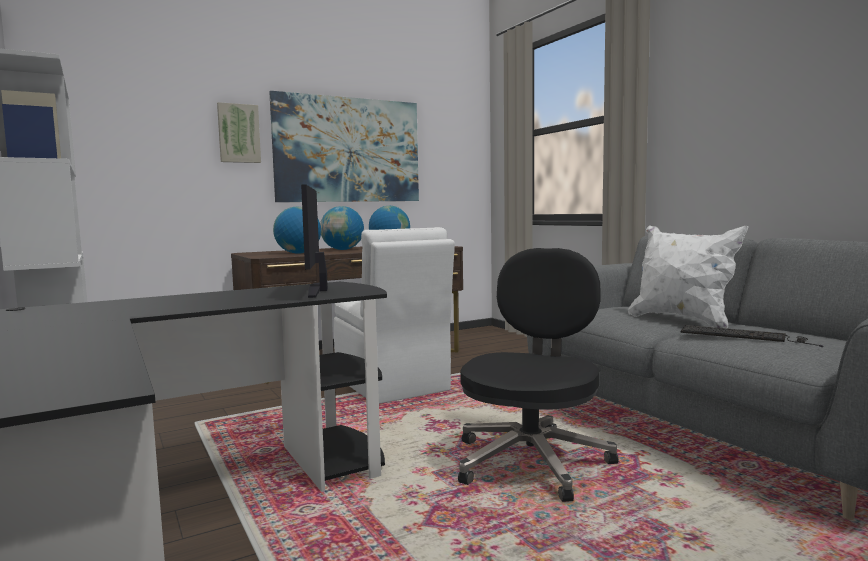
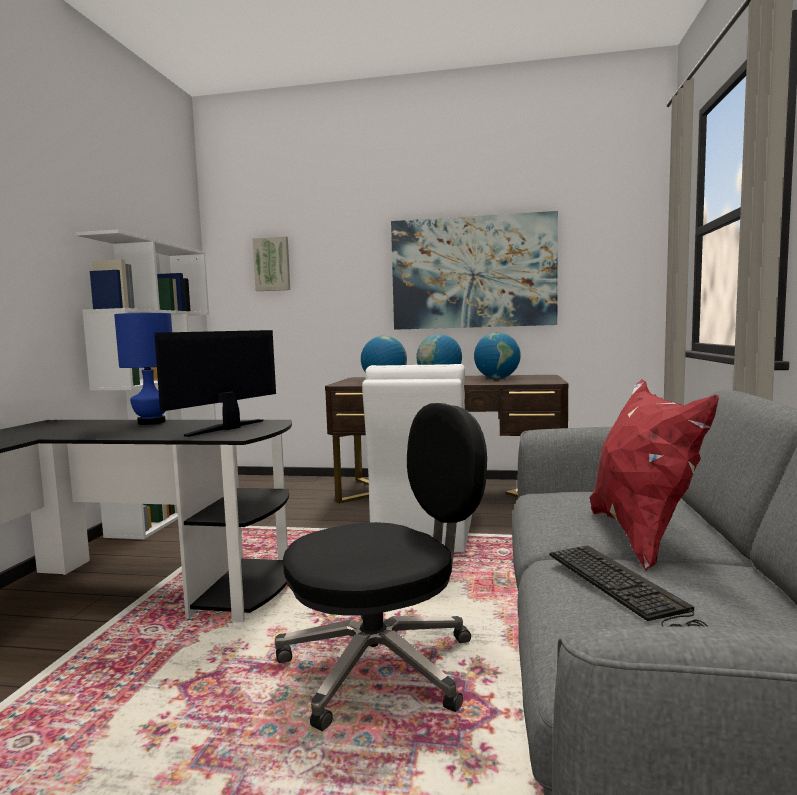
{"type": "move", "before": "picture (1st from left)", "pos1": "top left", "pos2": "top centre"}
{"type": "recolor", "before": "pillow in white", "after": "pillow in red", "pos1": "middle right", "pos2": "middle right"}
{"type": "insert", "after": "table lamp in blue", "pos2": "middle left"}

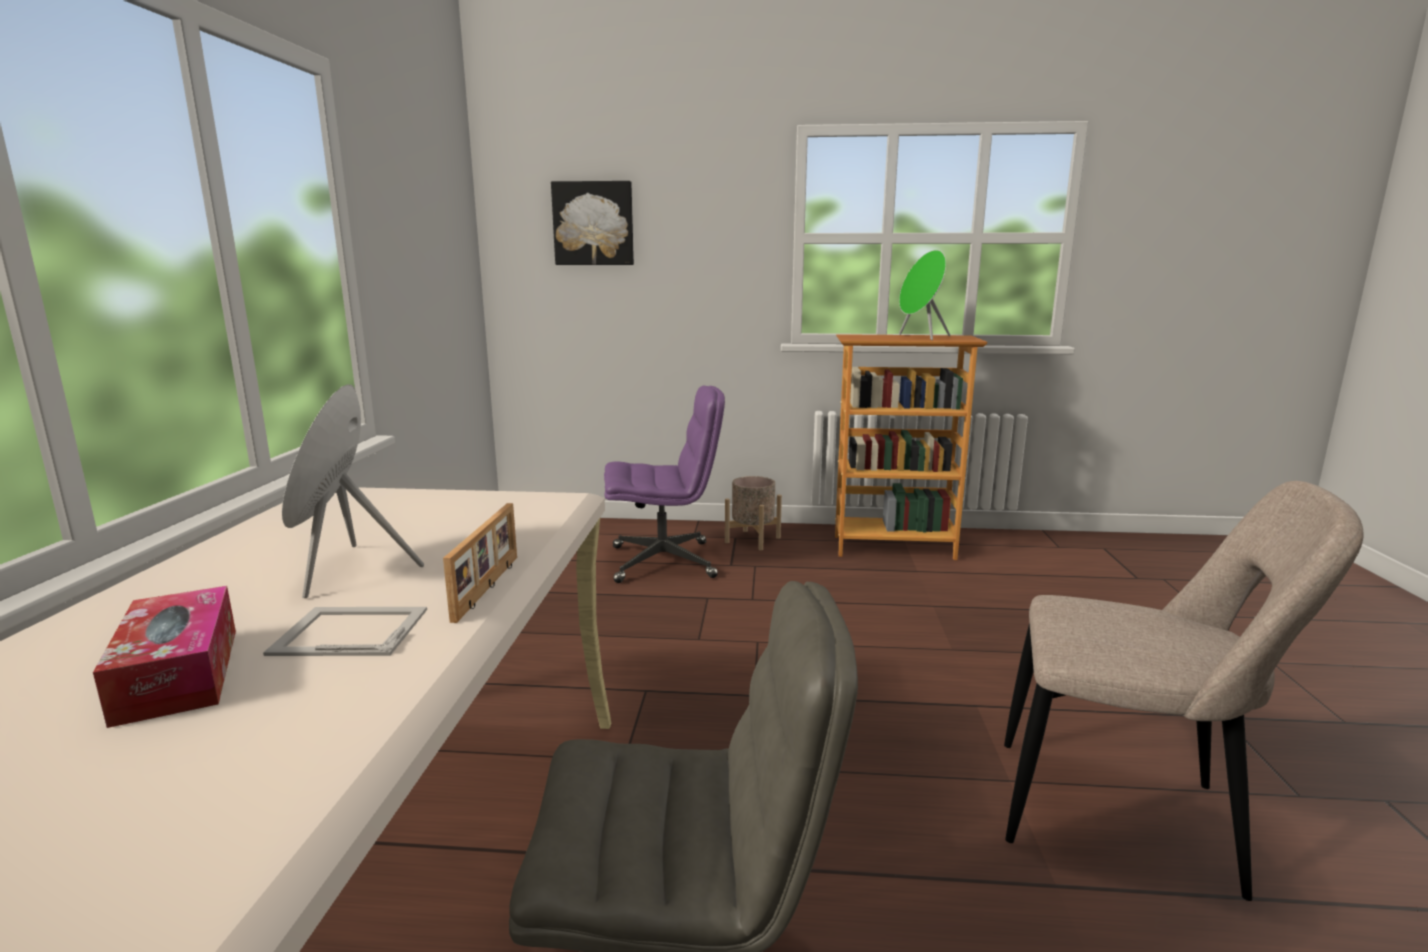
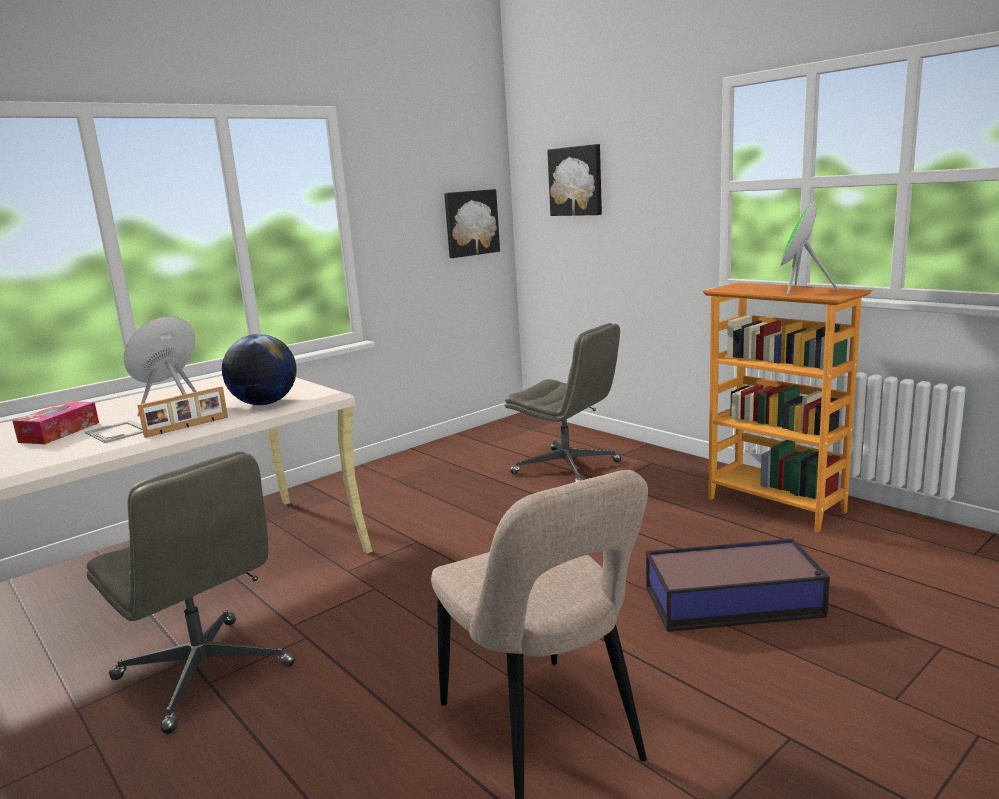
{"type": "recolor", "before": "office chair in purple", "after": "office chair in grey (2nd from left)", "pos1": "centre", "pos2": "centre"}
{"type": "delete", "before": "planter in beige", "pos1": "centre"}
{"type": "insert", "after": "globe", "pos2": "middle left"}
{"type": "insert", "after": "picture (1st from left)", "pos2": "top centre"}
{"type": "insert", "after": "storage box", "pos2": "bottom right"}

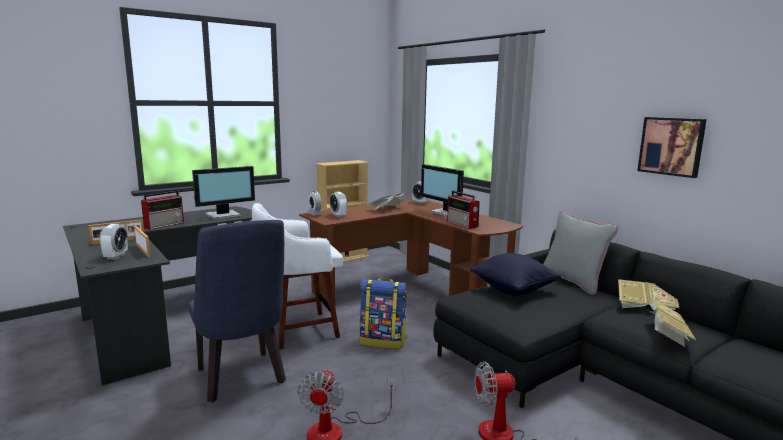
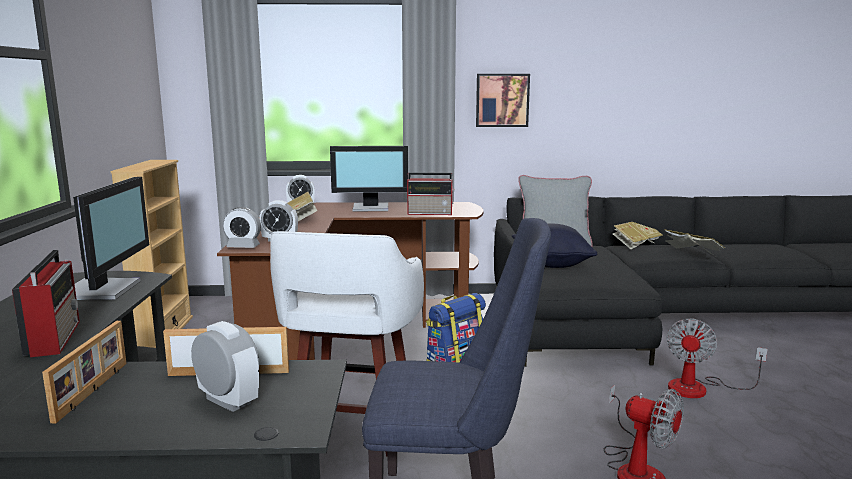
{"type": "move", "before": "picture", "pos1": "middle right", "pos2": "top centre"}

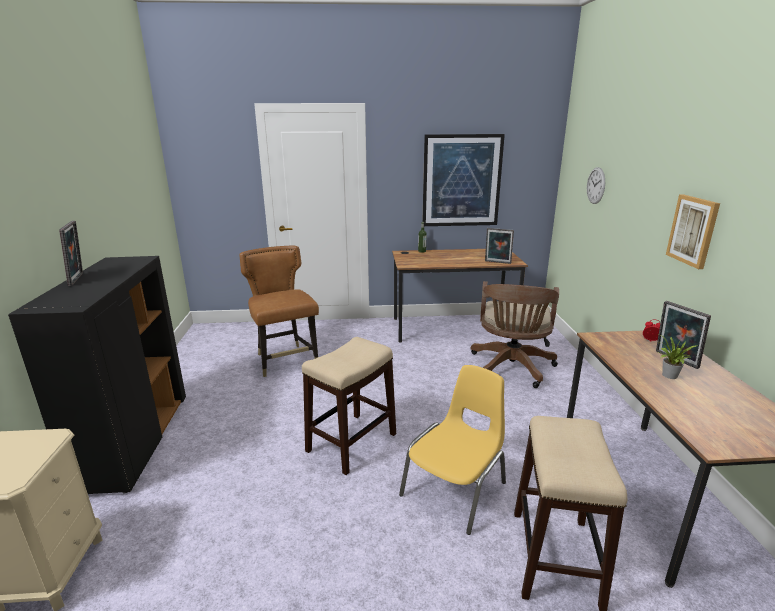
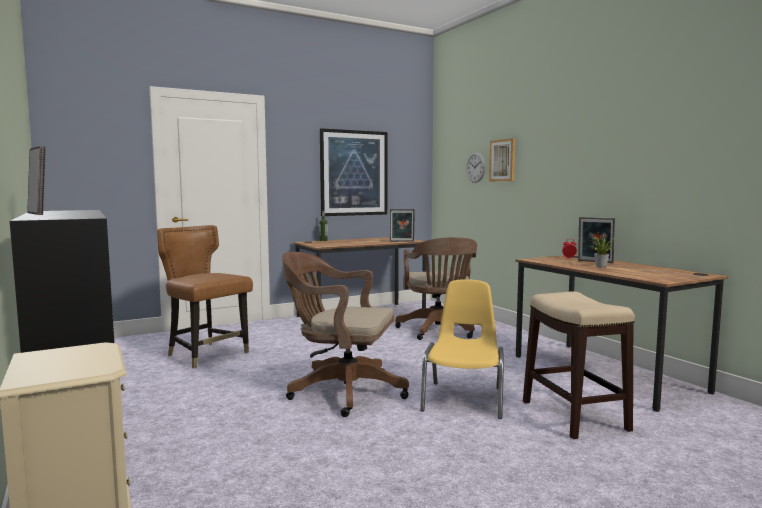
{"type": "replace", "before": "stool (1st from left)", "after": "office chair in brown (1st from left)", "pos1": "centre", "pos2": "centre"}
{"type": "move", "before": "picture (2nd from left)", "pos1": "middle right", "pos2": "top centre"}

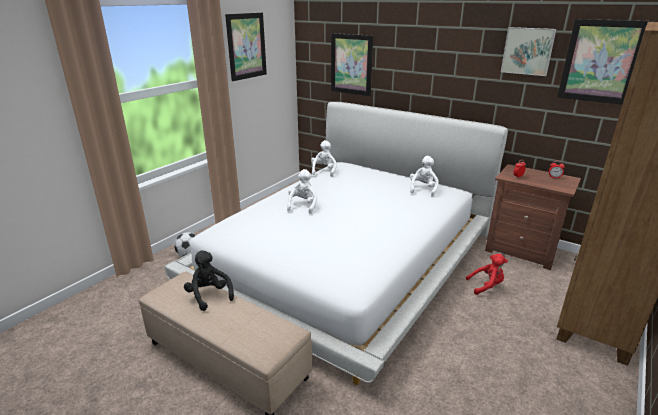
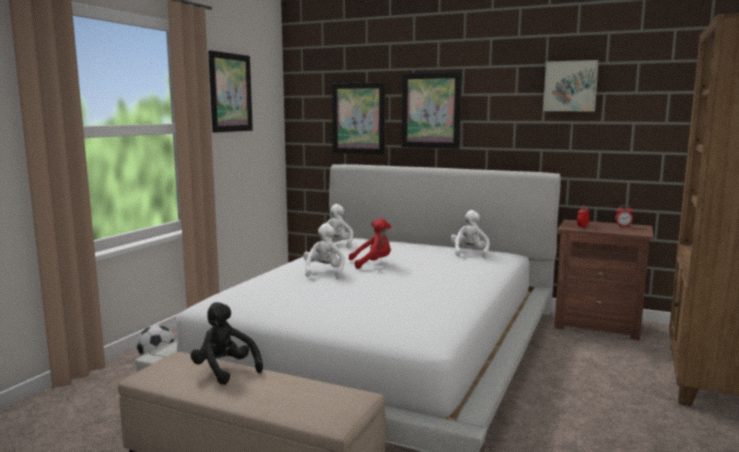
{"type": "move", "before": "plush toy in red", "pos1": "middle right", "pos2": "centre"}
{"type": "move", "before": "picture (4th from left in the first image)", "after": "picture (3rd from left)", "pos1": "top right", "pos2": "top centre"}

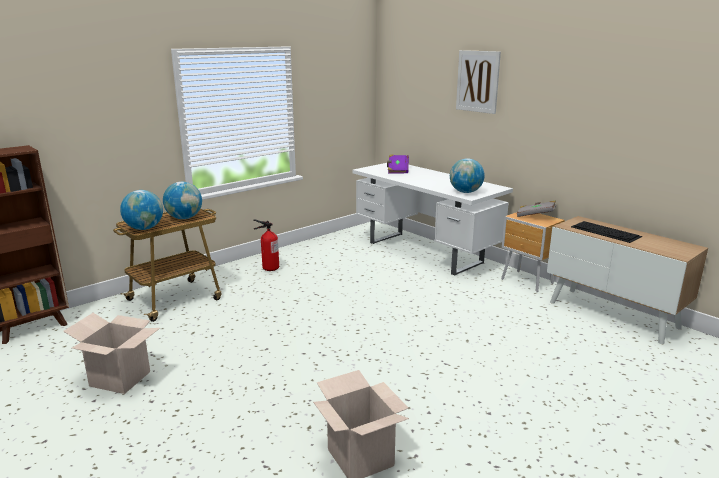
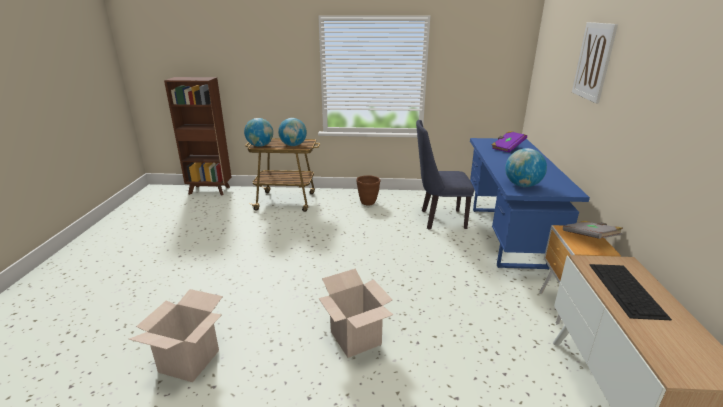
{"type": "move", "before": "cardboard box (1st from left in the first image)", "after": "cardboard box (2nd from left)", "pos1": "bottom left", "pos2": "bottom centre"}
{"type": "replace", "before": "fire extinguisher", "after": "planter in brown", "pos1": "centre", "pos2": "centre"}
{"type": "recolor", "before": "desk in white", "after": "desk in blue", "pos1": "centre", "pos2": "middle right"}
{"type": "insert", "after": "chair in blue", "pos2": "centre"}

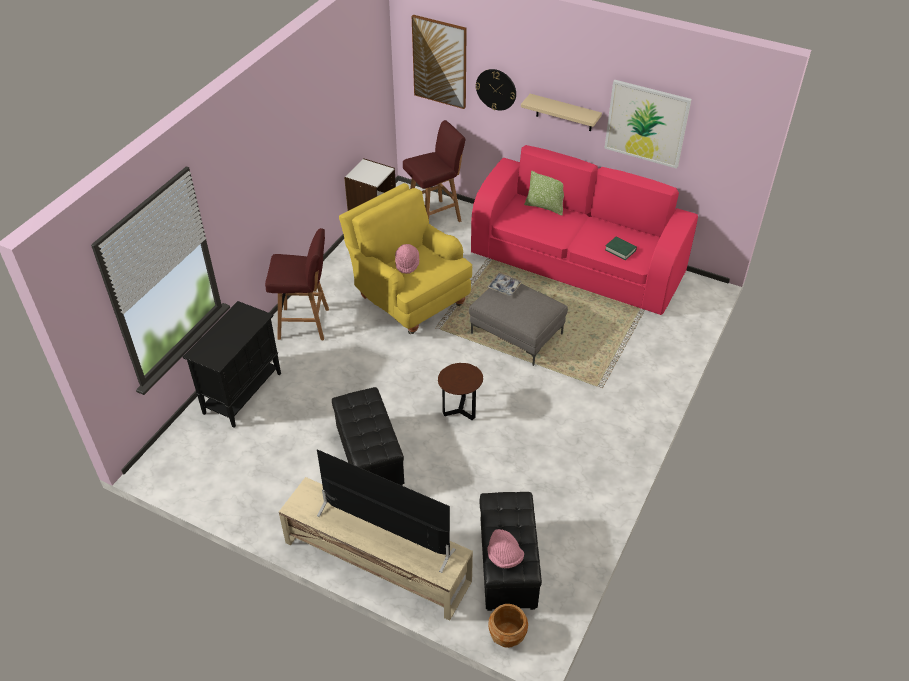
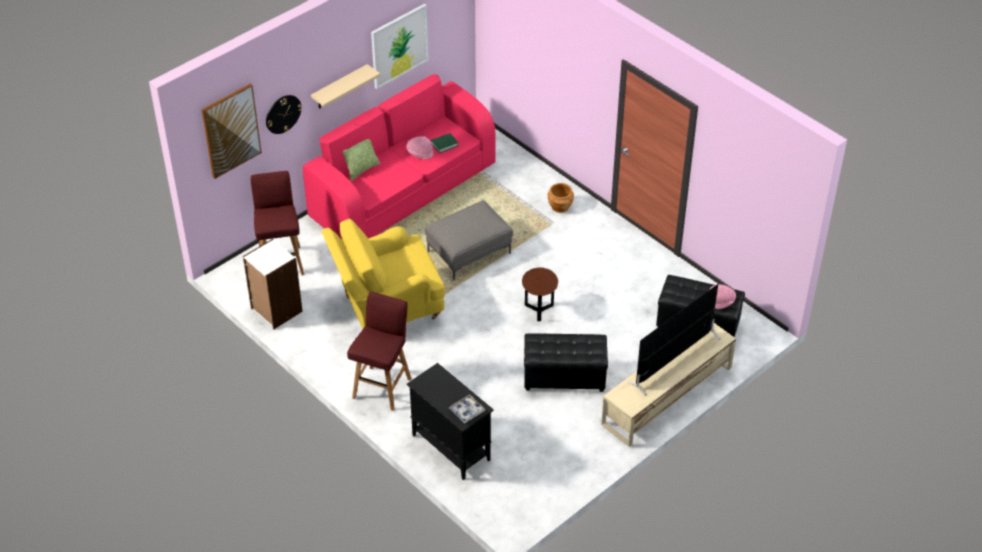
{"type": "move", "before": "hat in pink (1st from left)", "pos1": "centre", "pos2": "top centre"}
{"type": "move", "before": "tray", "pos1": "centre", "pos2": "bottom centre"}
{"type": "move", "before": "planter in brown", "pos1": "bottom centre", "pos2": "centre"}

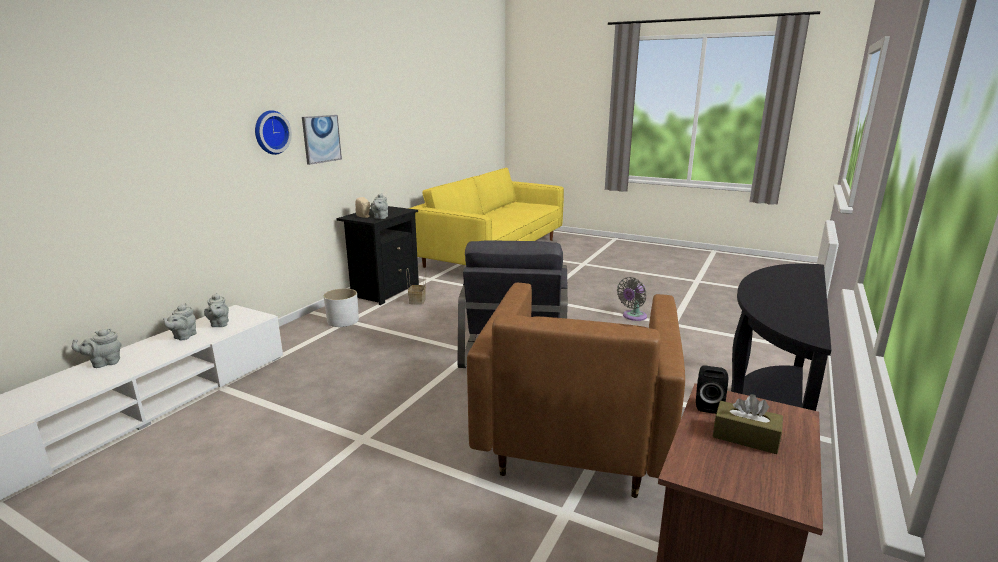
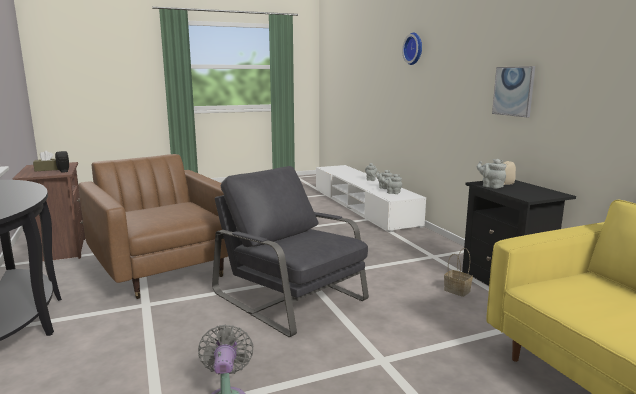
{"type": "move", "before": "wall clock", "pos1": "top left", "pos2": "top centre"}
{"type": "delete", "before": "planter in white", "pos1": "centre"}

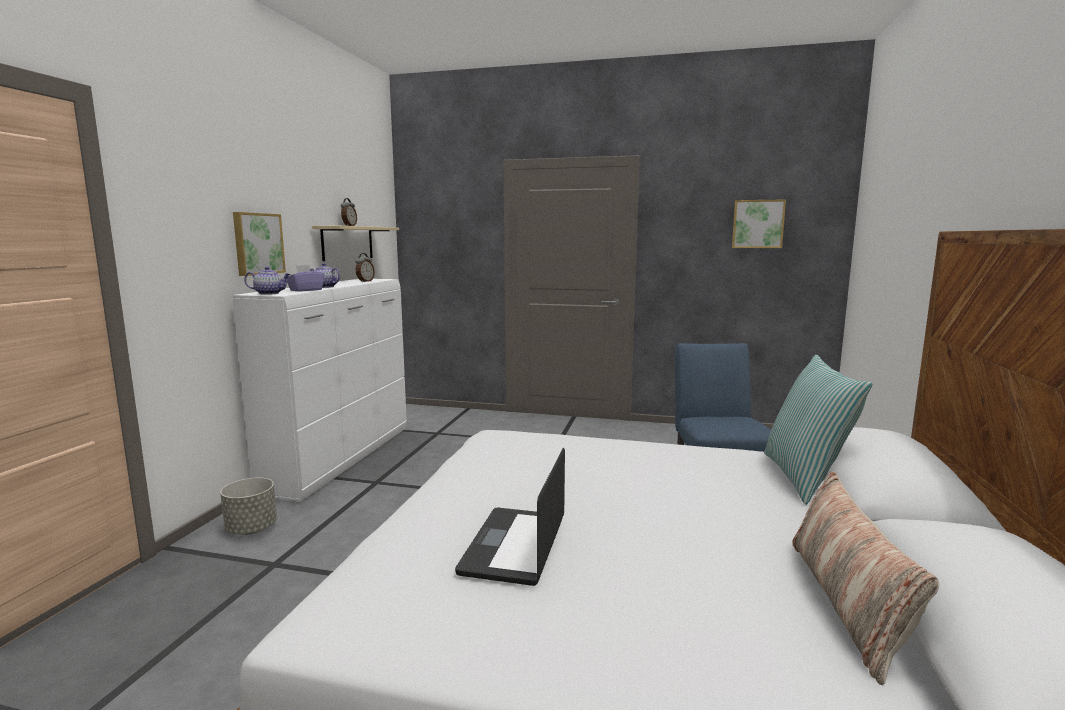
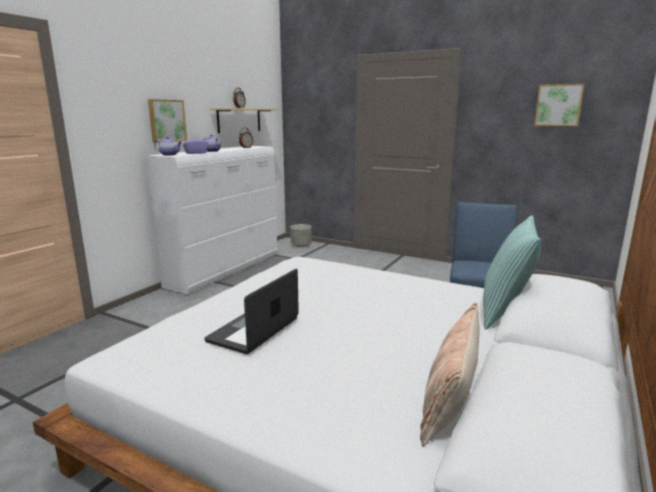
{"type": "move", "before": "planter in grey", "pos1": "bottom left", "pos2": "centre"}

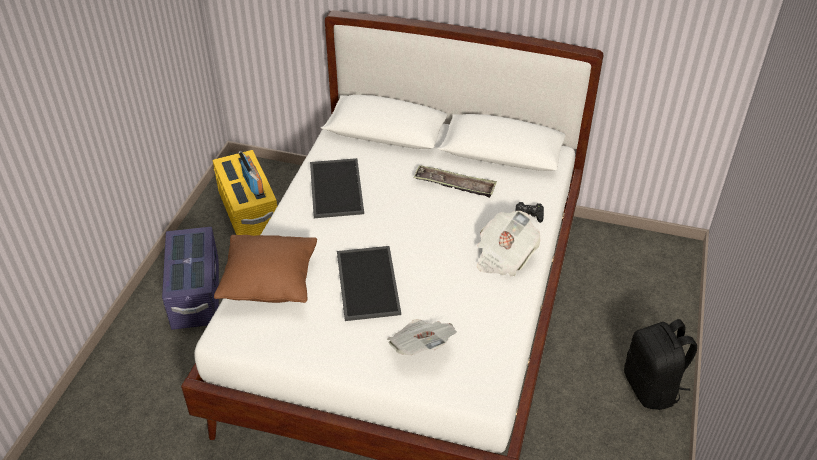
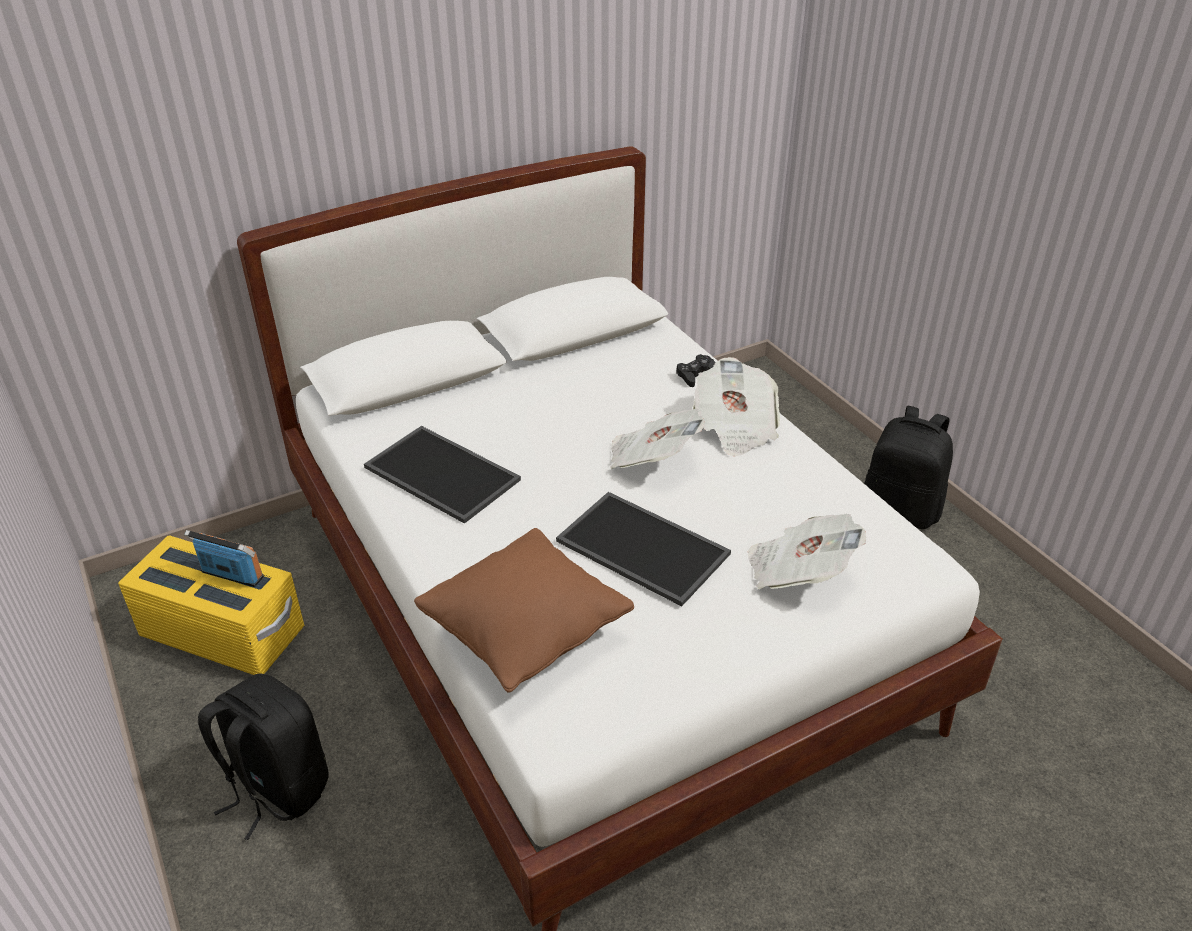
{"type": "replace", "before": "storage box in purple", "after": "backpack in black (1st from left)", "pos1": "middle left", "pos2": "bottom left"}
{"type": "delete", "before": "tray (3rd from left)", "pos1": "centre"}
{"type": "insert", "after": "newspaper (1st from left)", "pos2": "centre"}

